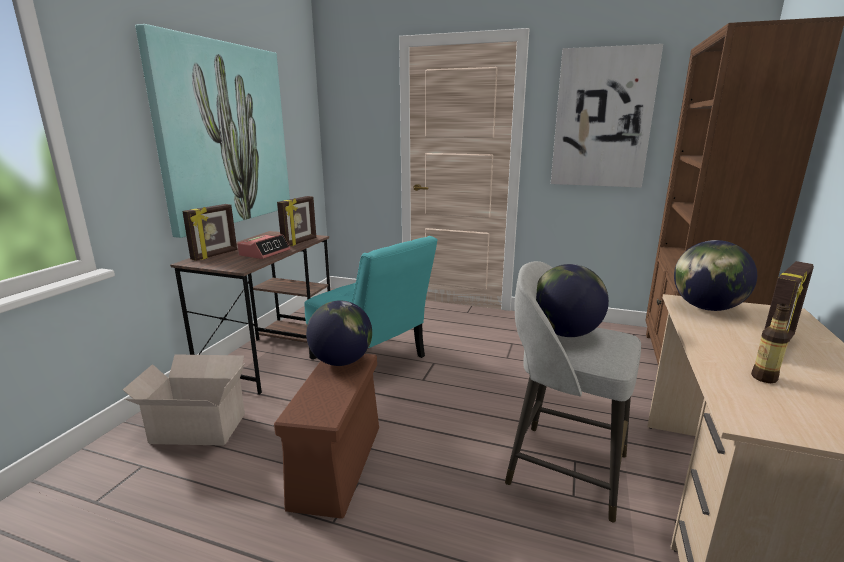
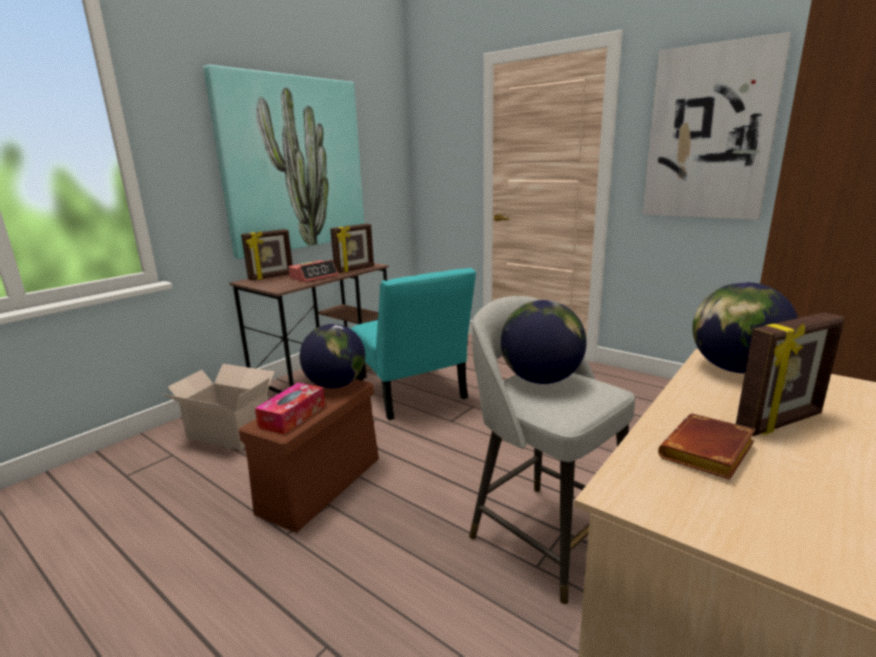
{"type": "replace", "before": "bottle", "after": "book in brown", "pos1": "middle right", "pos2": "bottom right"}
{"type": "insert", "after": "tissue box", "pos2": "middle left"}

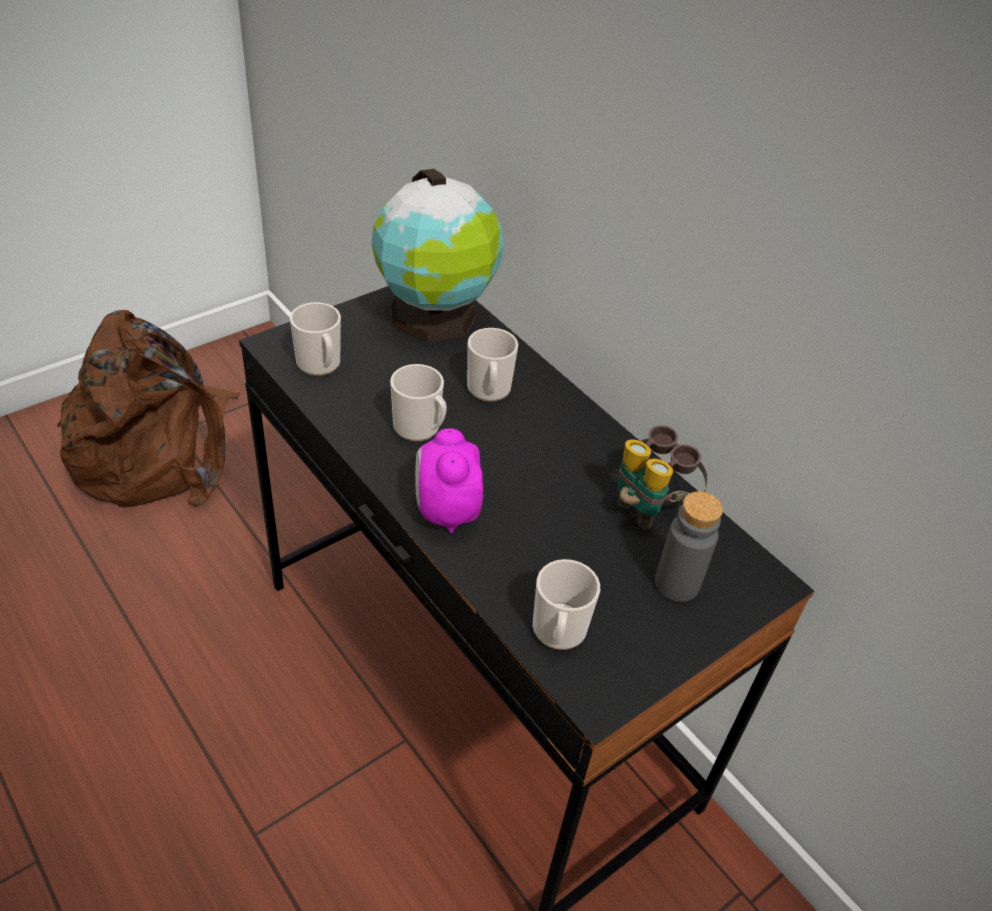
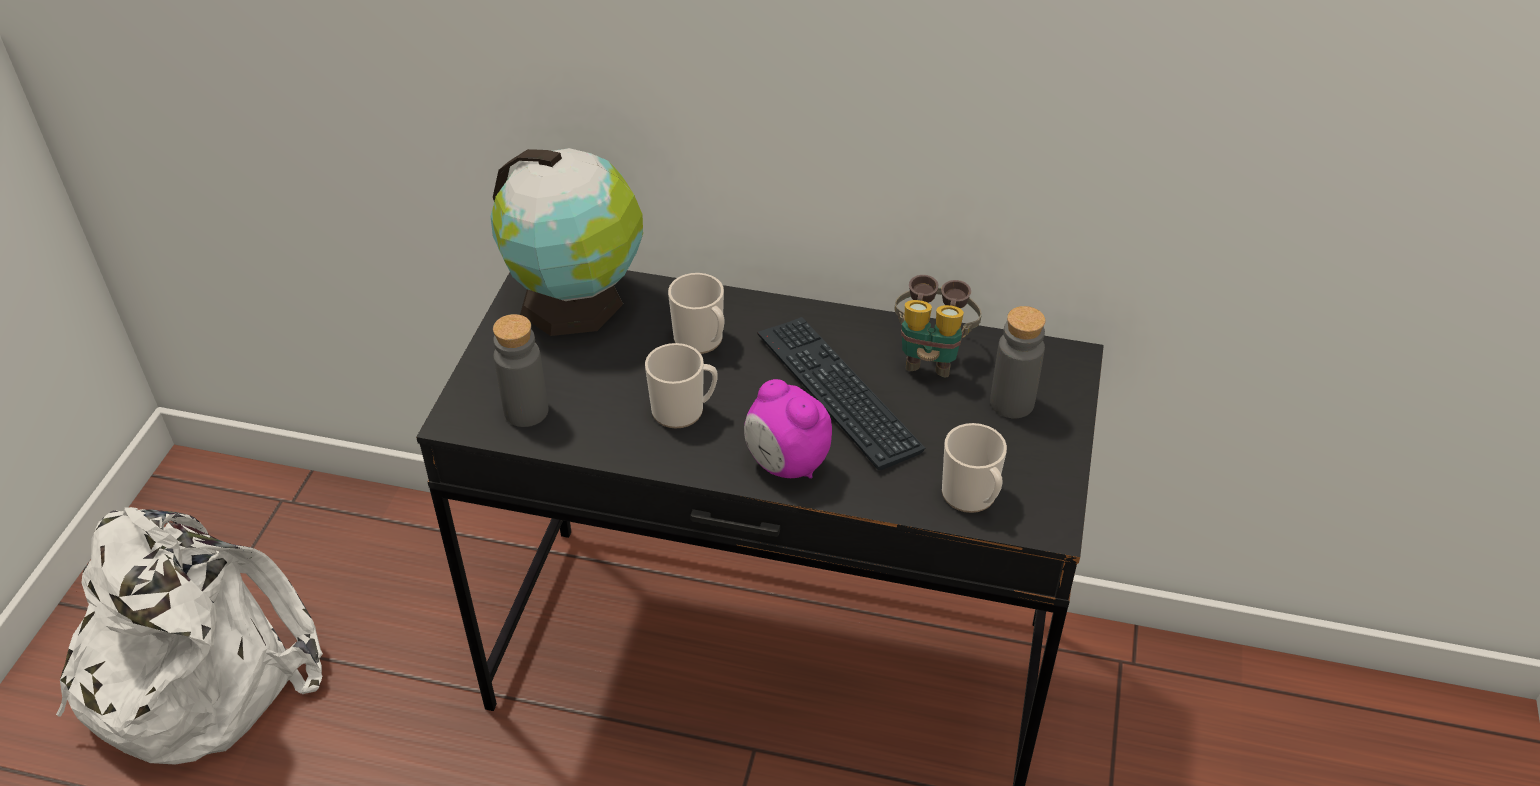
{"type": "recolor", "before": "backpack in brown", "after": "backpack in white", "pos1": "middle left", "pos2": "bottom left"}
{"type": "replace", "before": "mug (1st from left)", "after": "bottle in grey (1st from left)", "pos1": "middle left", "pos2": "centre"}
{"type": "insert", "after": "keyboard", "pos2": "centre"}

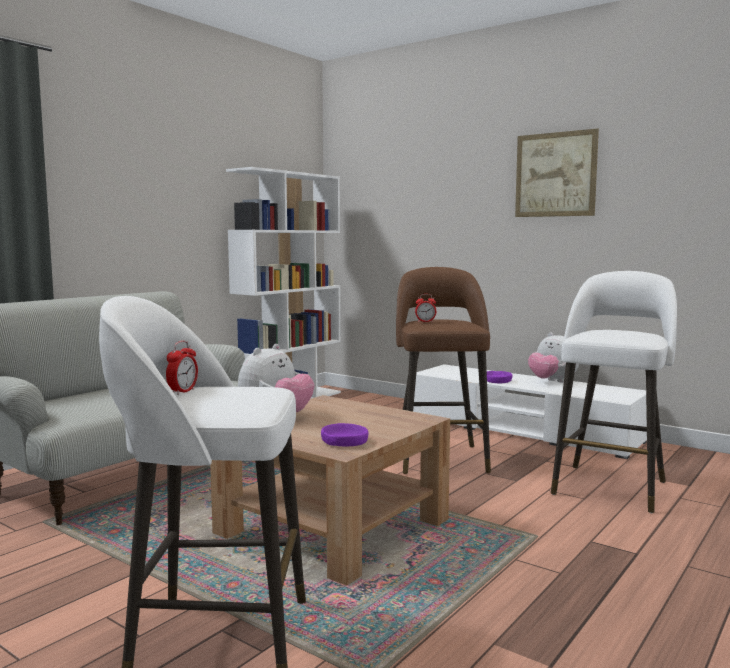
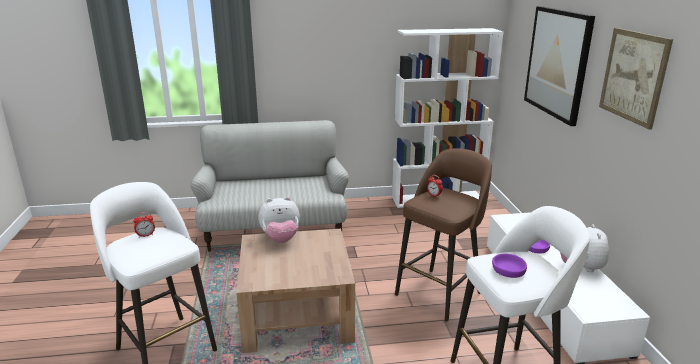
{"type": "move", "before": "bowl in purple (1st from left)", "pos1": "centre", "pos2": "bottom right"}
{"type": "insert", "after": "picture (1st from left)", "pos2": "top right"}

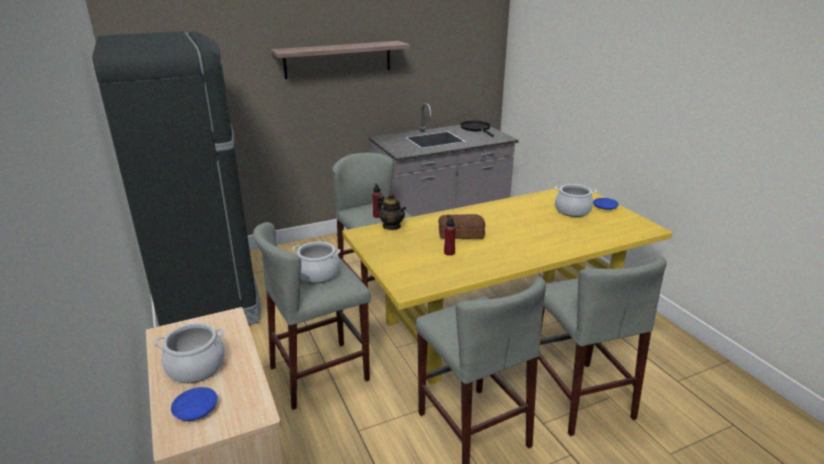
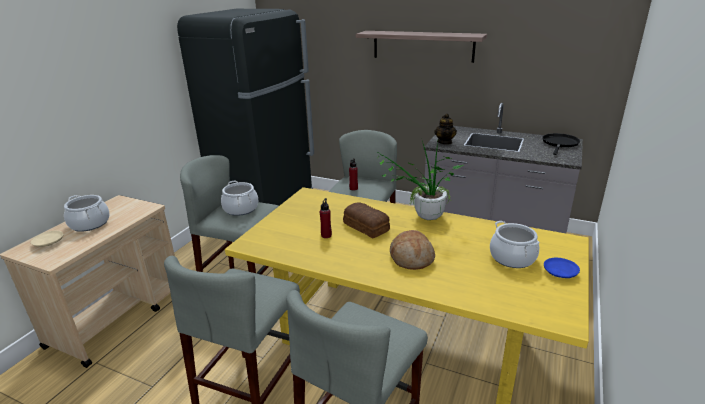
{"type": "recolor", "before": "plate in blue (1st from left)", "after": "plate in beige", "pos1": "bottom left", "pos2": "middle left"}
{"type": "move", "before": "teapot", "pos1": "centre", "pos2": "top centre"}
{"type": "insert", "after": "potted plant", "pos2": "centre"}
{"type": "insert", "after": "bread (2nd from left)", "pos2": "centre"}

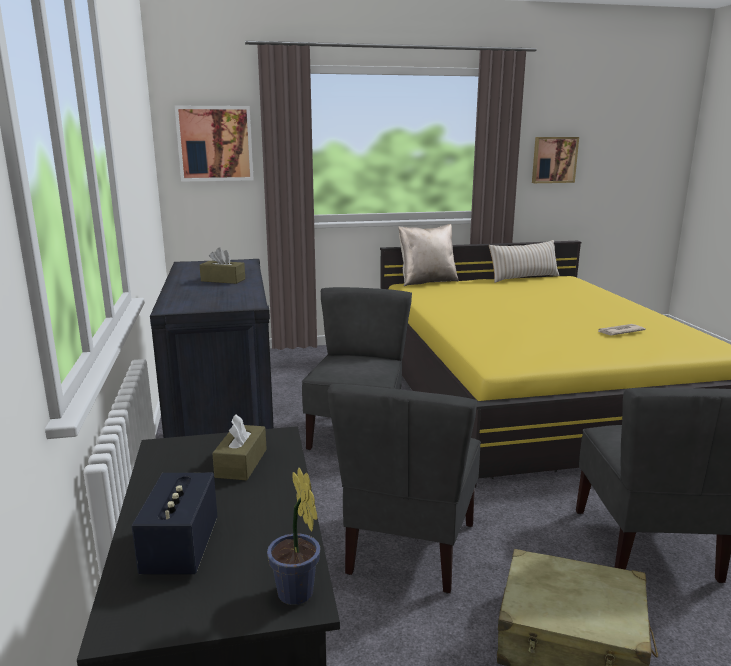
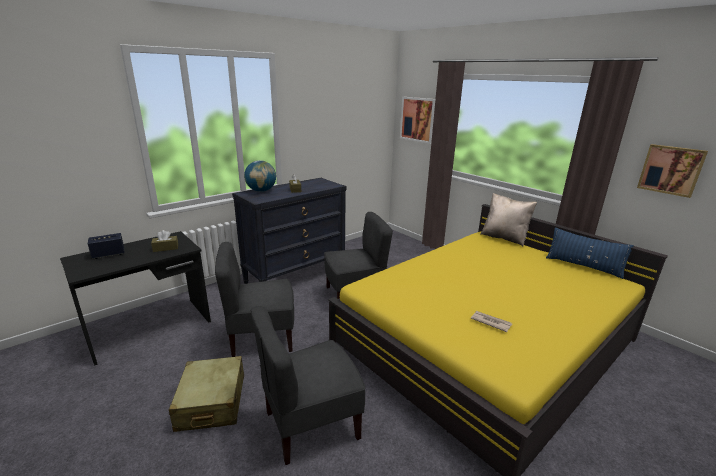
{"type": "delete", "before": "potted plant", "pos1": "bottom centre"}
{"type": "recolor", "before": "pillow in beige (2nd from left)", "after": "pillow in blue", "pos1": "middle right", "pos2": "middle right"}
{"type": "insert", "after": "globe", "pos2": "centre"}

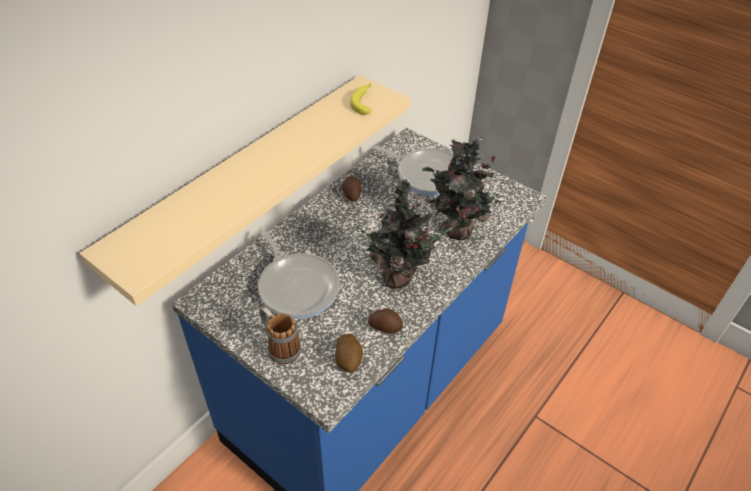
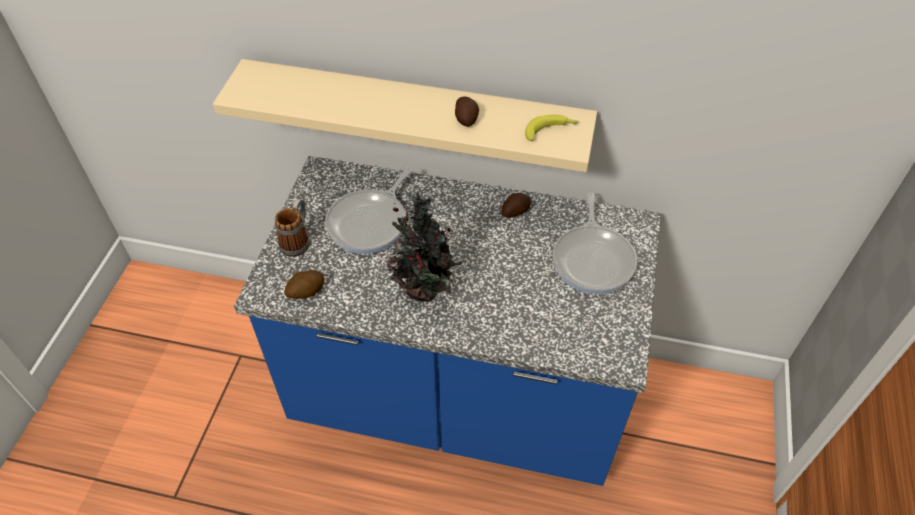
{"type": "move", "before": "potato (3rd from left in the first image)", "after": "potato (2nd from left)", "pos1": "centre", "pos2": "top centre"}
{"type": "delete", "before": "potted plant (2nd from left)", "pos1": "centre"}

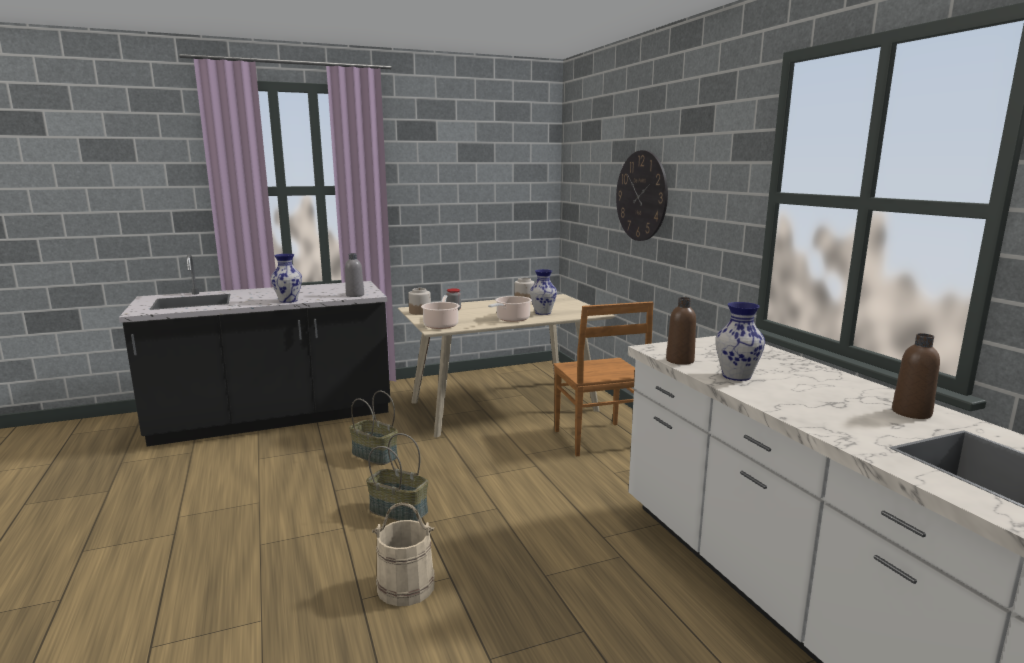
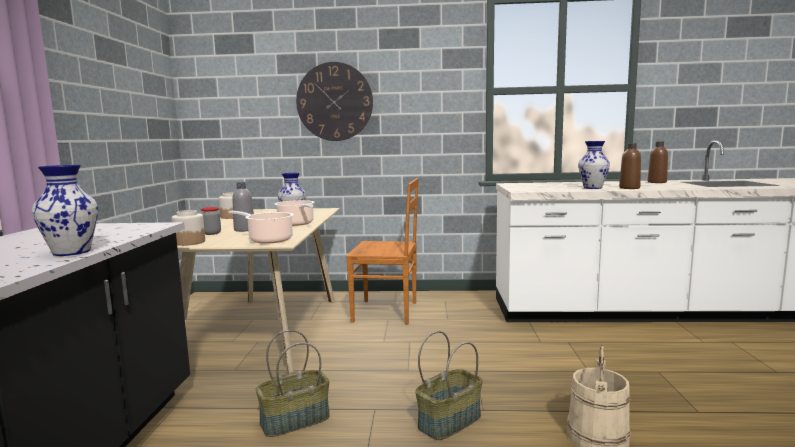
{"type": "move", "before": "bottle in grey", "pos1": "centre", "pos2": "middle left"}
{"type": "move", "before": "bottle in brown (1st from left)", "pos1": "centre", "pos2": "middle right"}

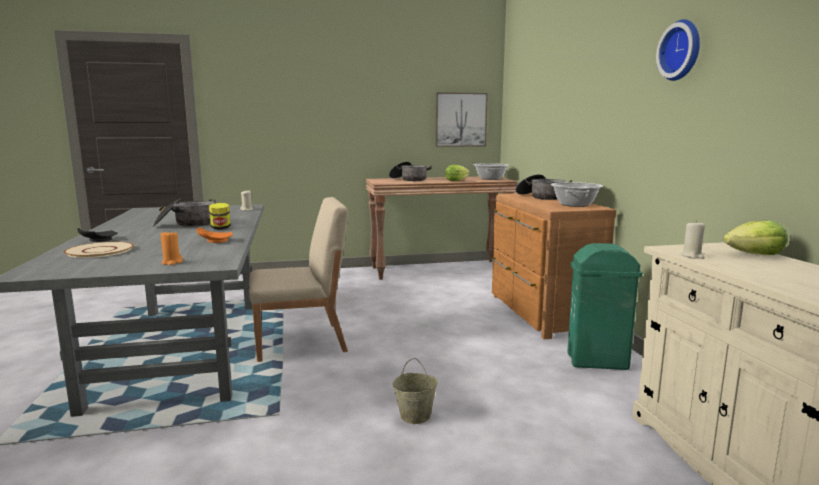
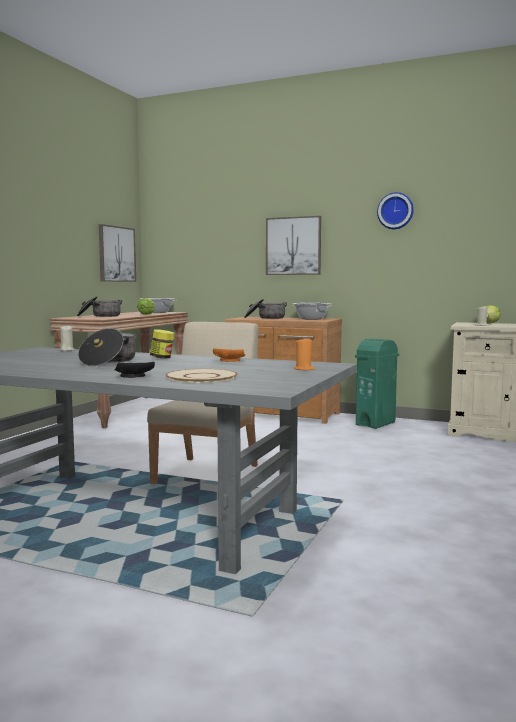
{"type": "delete", "before": "bucket in beige", "pos1": "bottom centre"}
{"type": "insert", "after": "picture (2nd from left)", "pos2": "centre"}

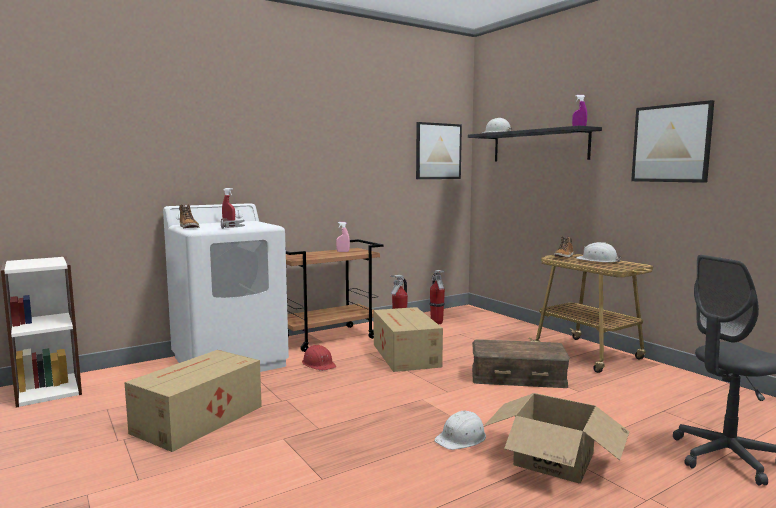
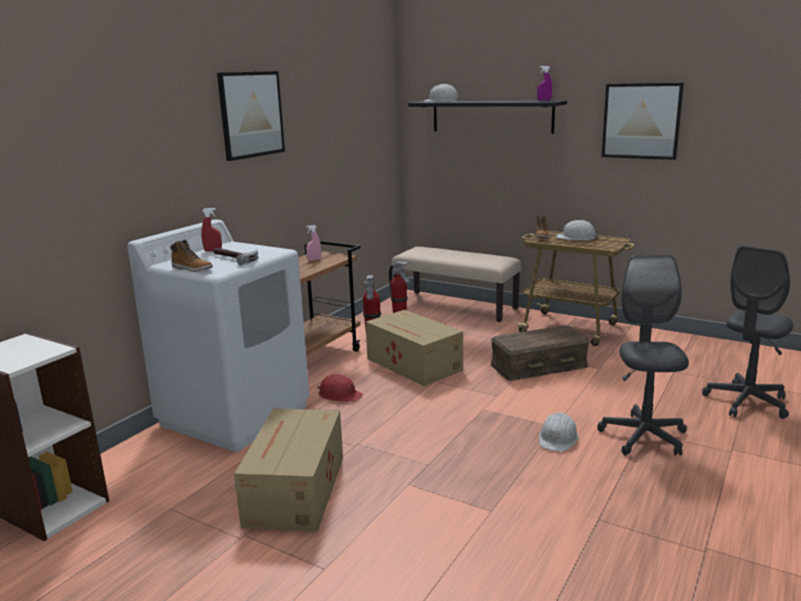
{"type": "move", "before": "picture (1st from left)", "pos1": "top centre", "pos2": "top left"}
{"type": "replace", "before": "cardboard box (3rd from left)", "after": "office chair in grey (1st from left)", "pos1": "bottom right", "pos2": "middle right"}
{"type": "insert", "after": "bench in beige", "pos2": "centre"}

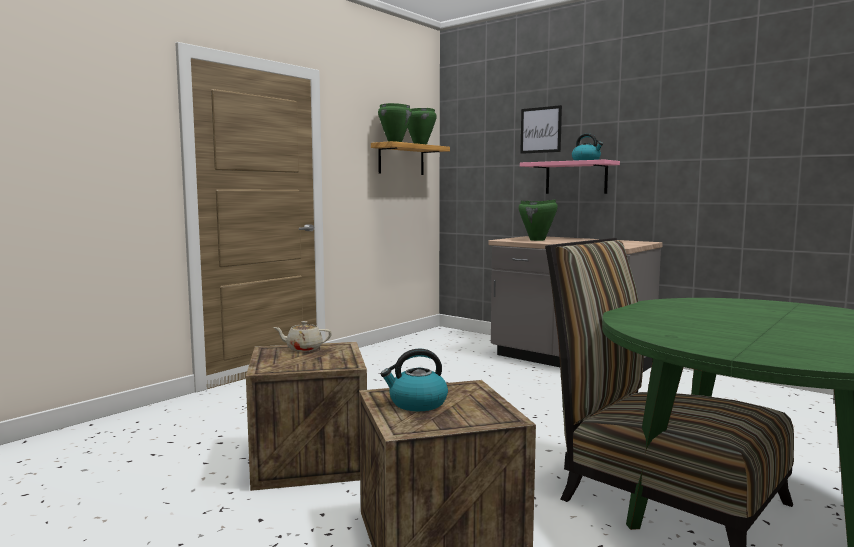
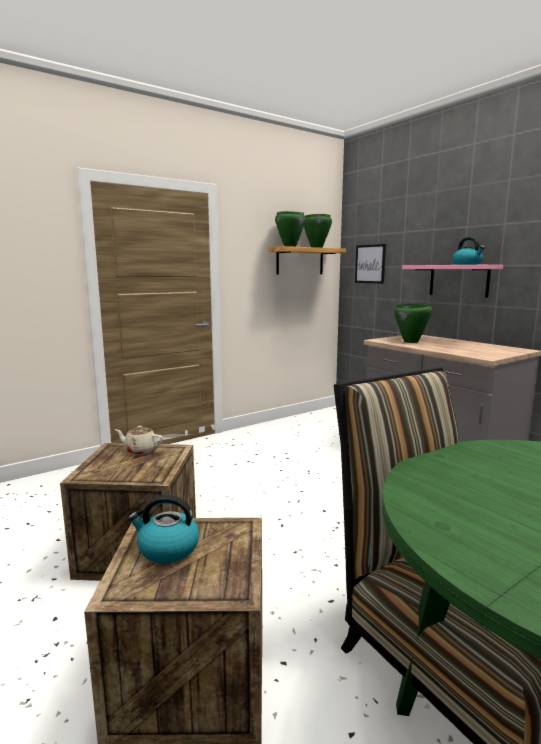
{"type": "move", "before": "picture", "pos1": "top centre", "pos2": "middle right"}

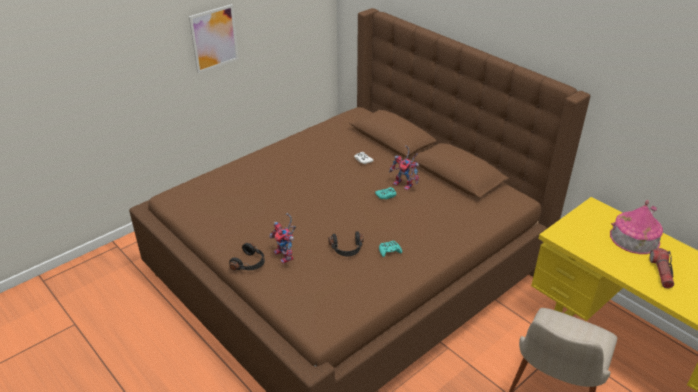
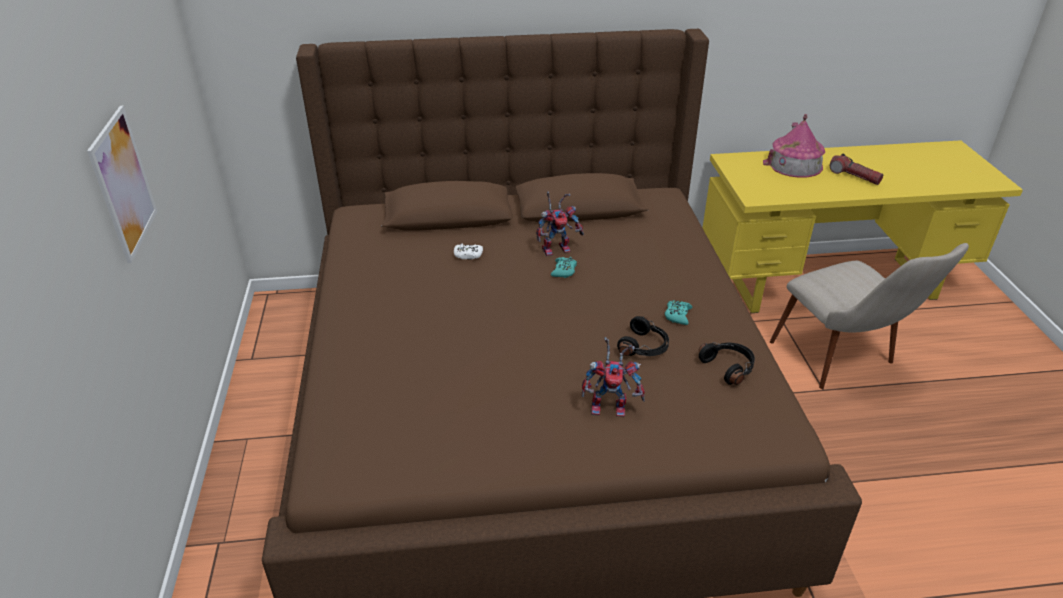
{"type": "move", "before": "headphones in black (1st from left in the first image)", "after": "headphones in black (2nd from left)", "pos1": "centre", "pos2": "middle right"}

